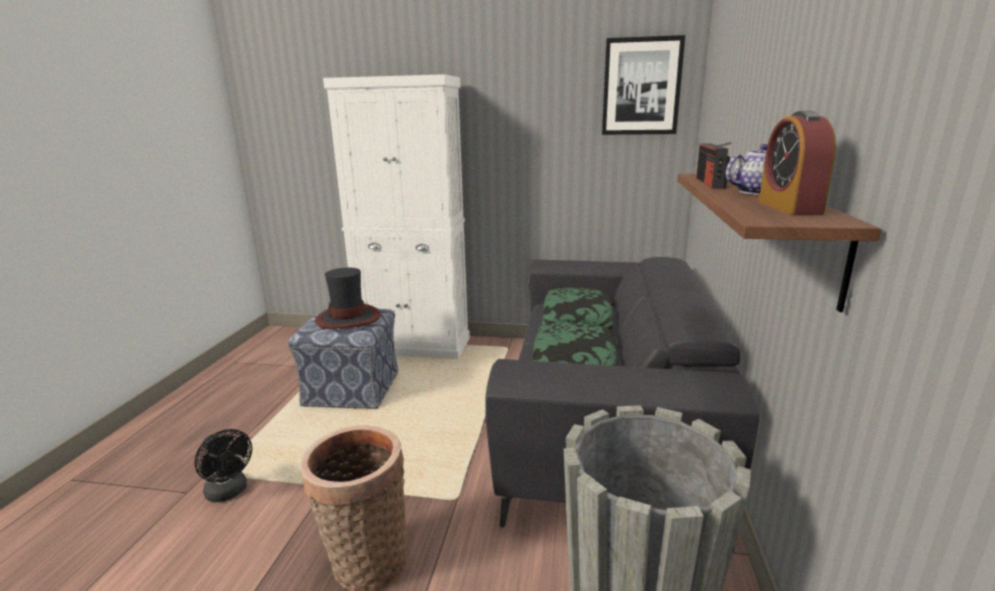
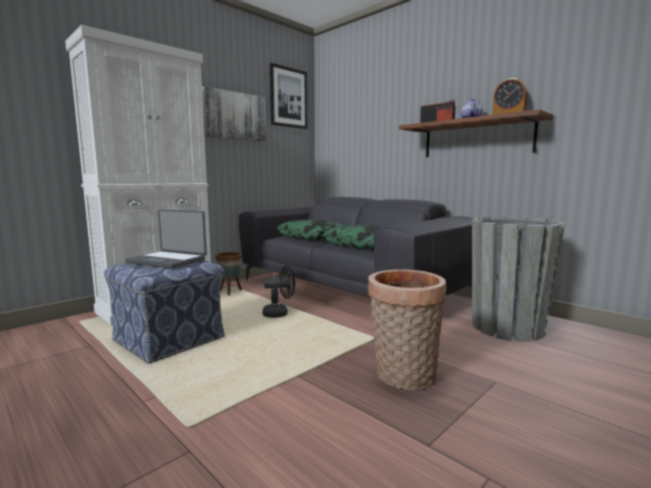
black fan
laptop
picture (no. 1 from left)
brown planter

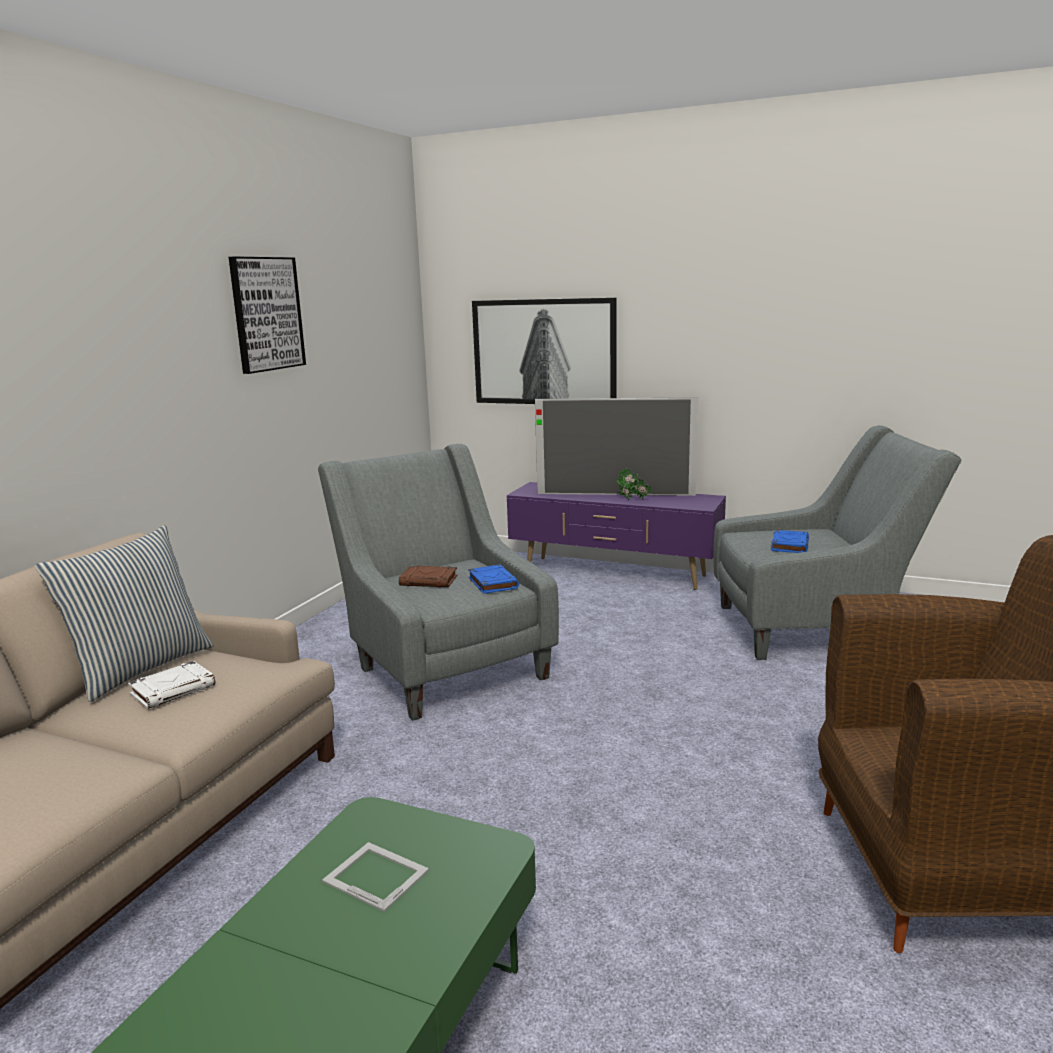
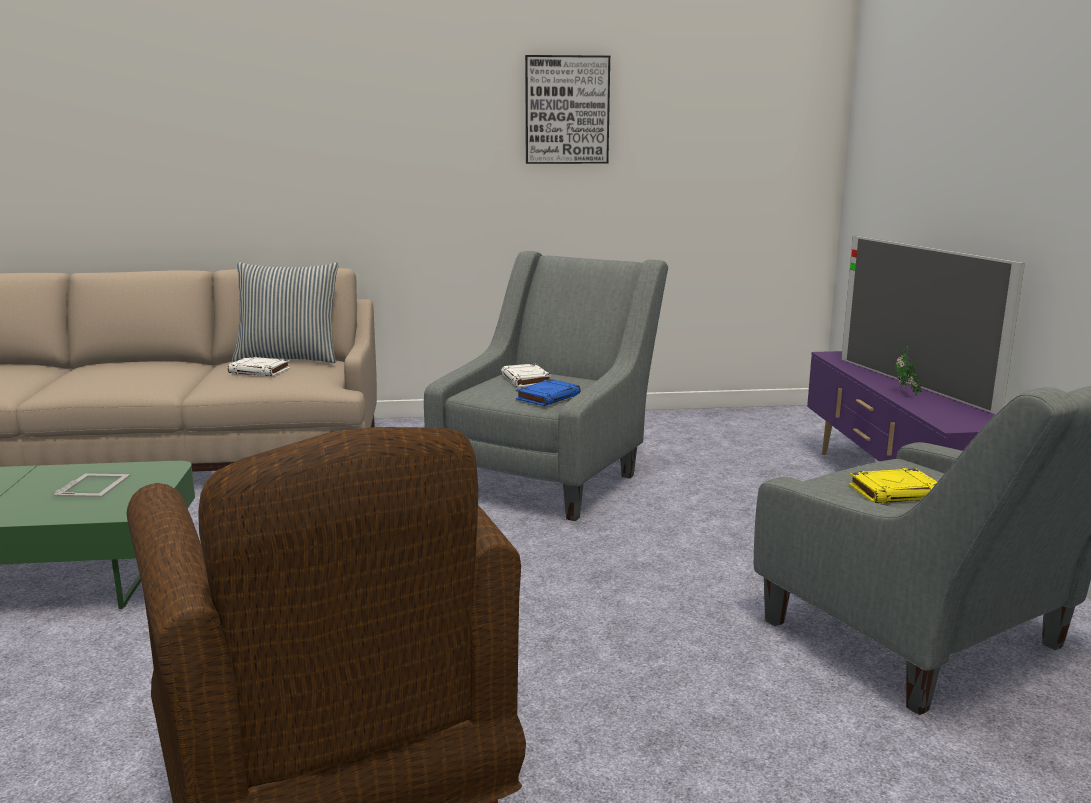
white book (no. 2 from left)
picture (no. 2 from left in the first image)
yellow book

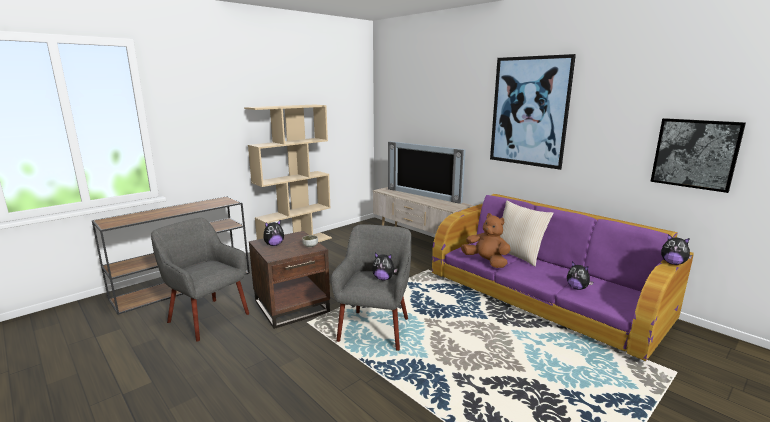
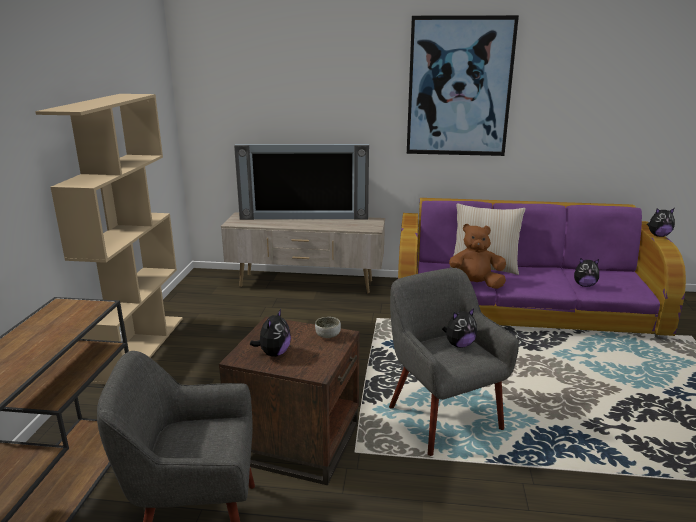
picture (no. 2 from left in the first image)

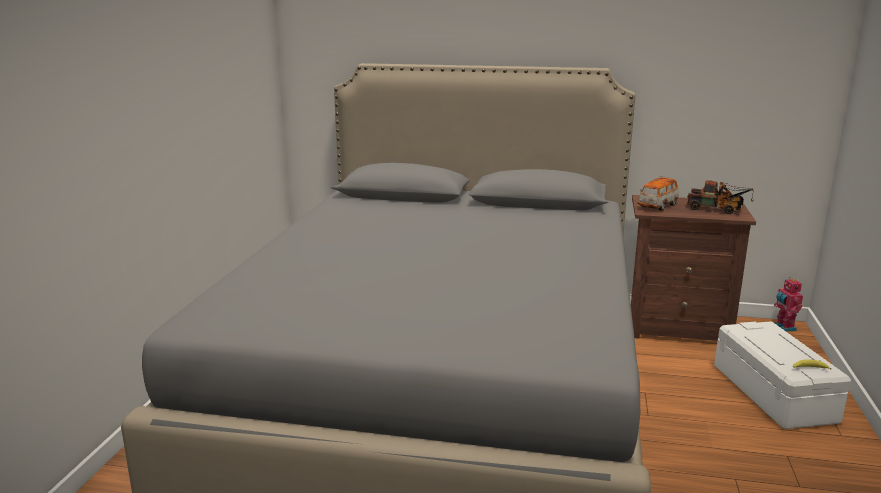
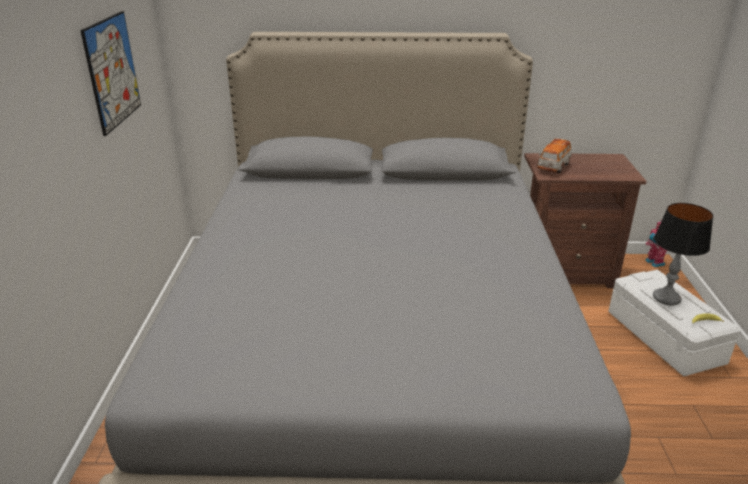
toy truck
picture
table lamp

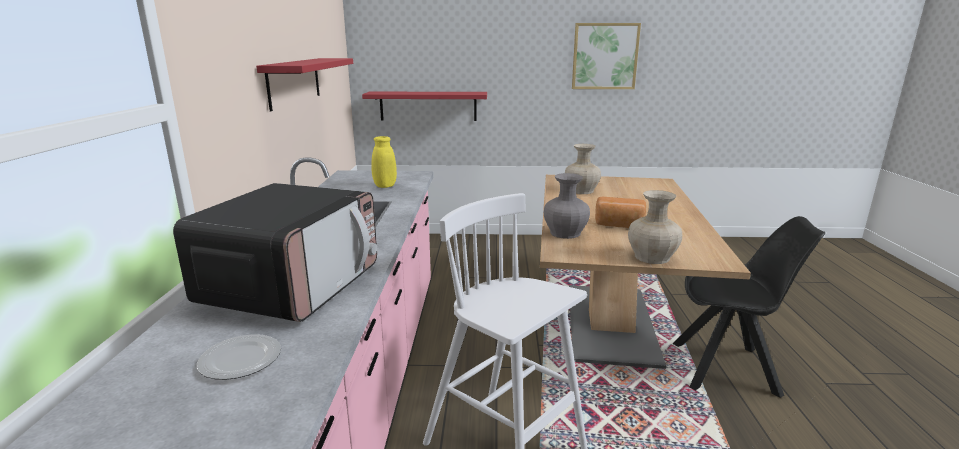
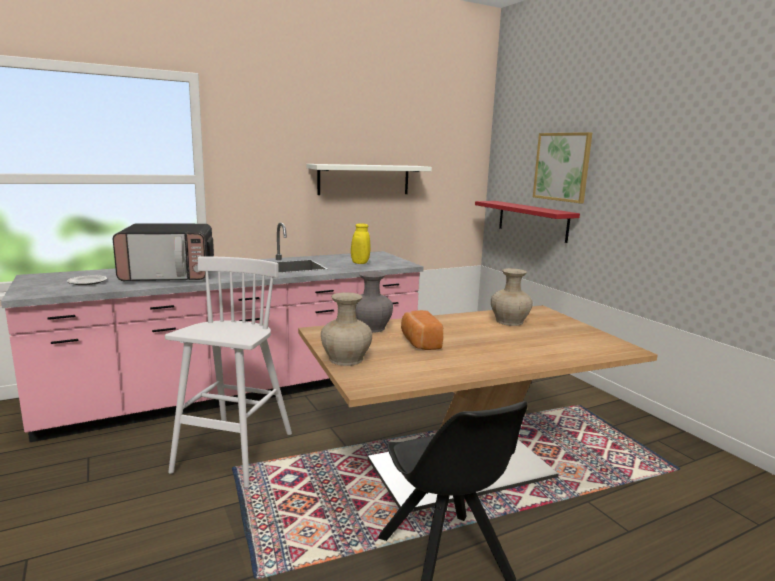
white shelf
picture

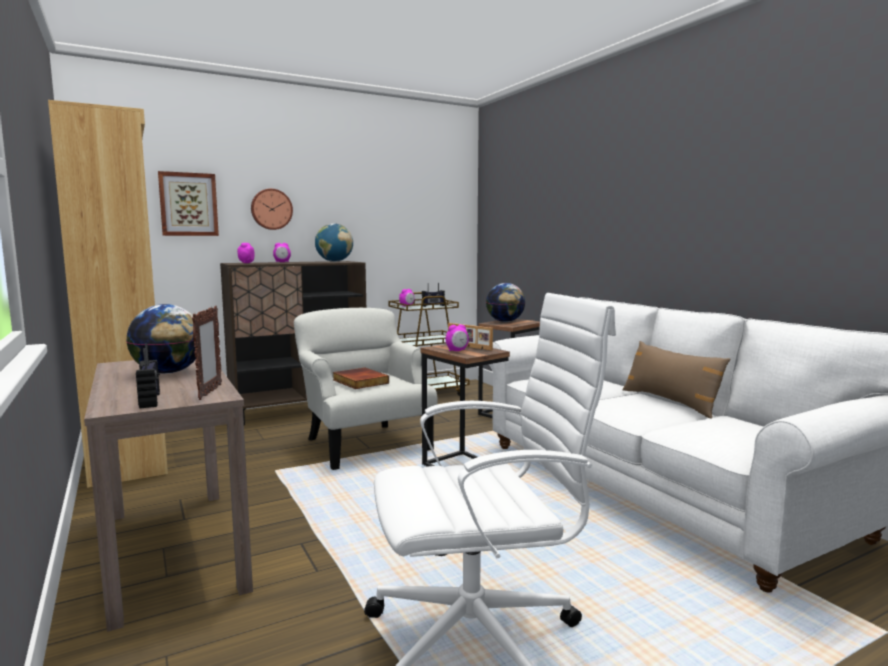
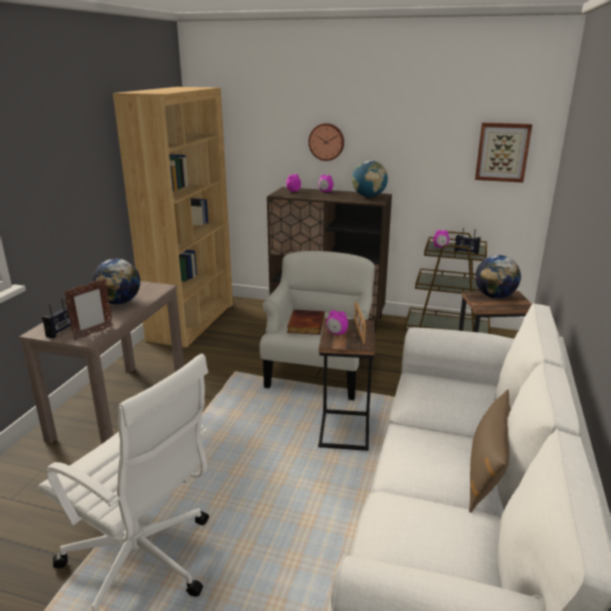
picture

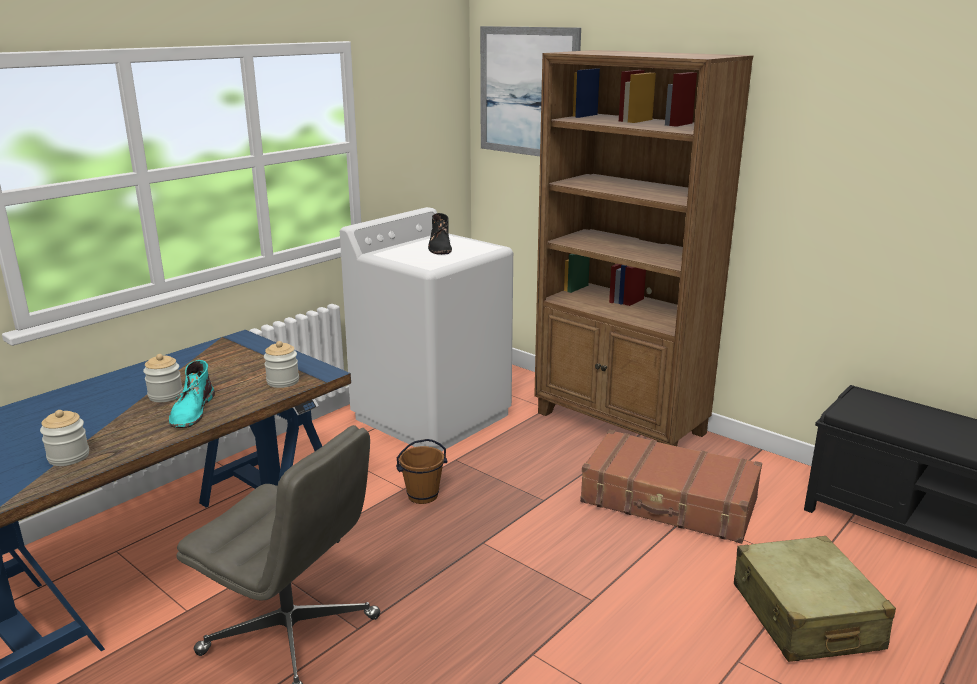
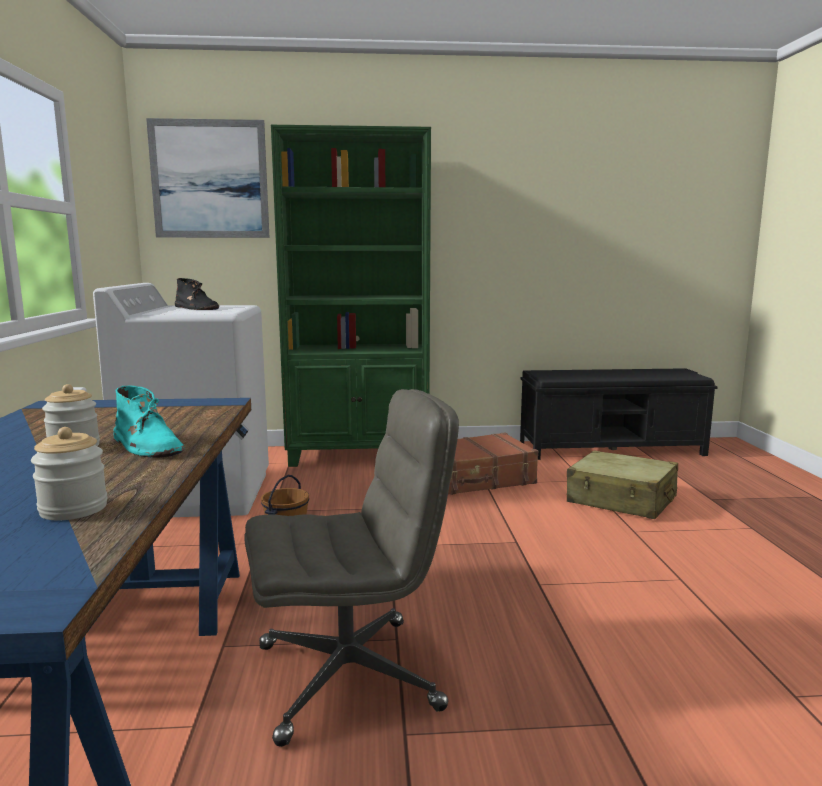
jar (no. 3 from left in the first image)
green bookcase

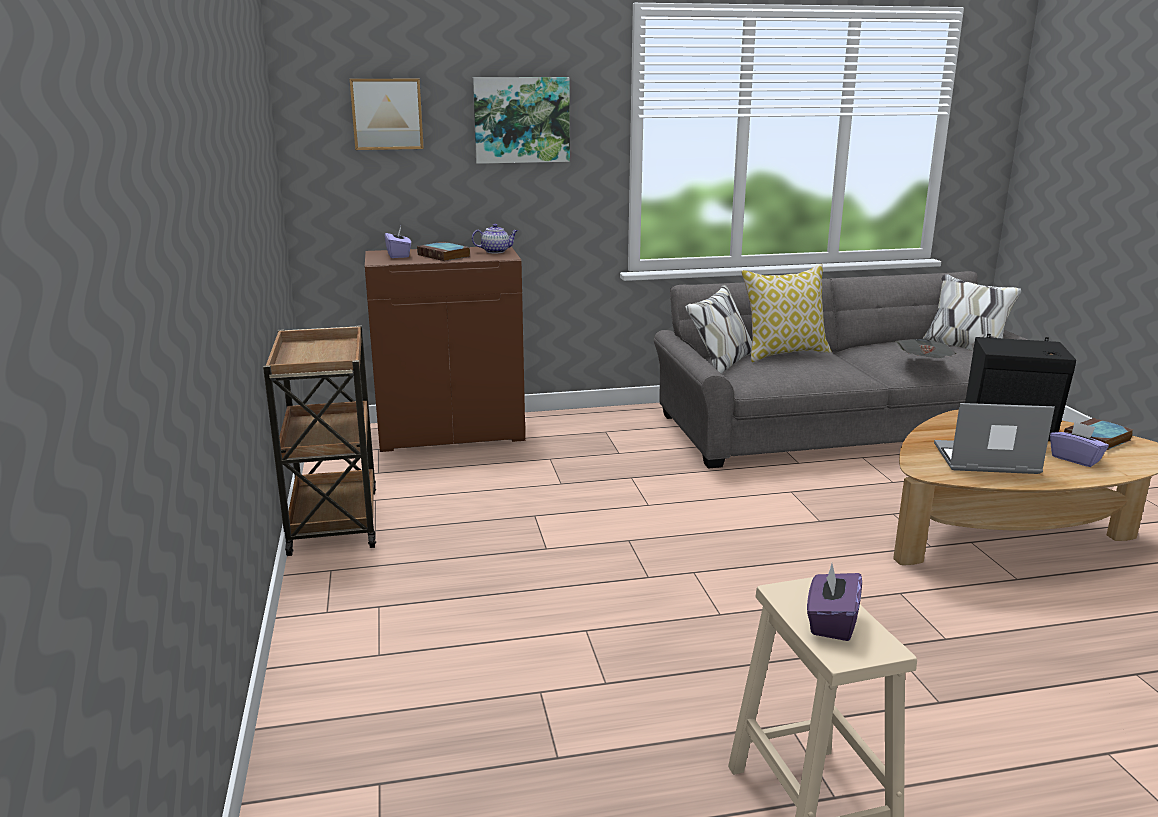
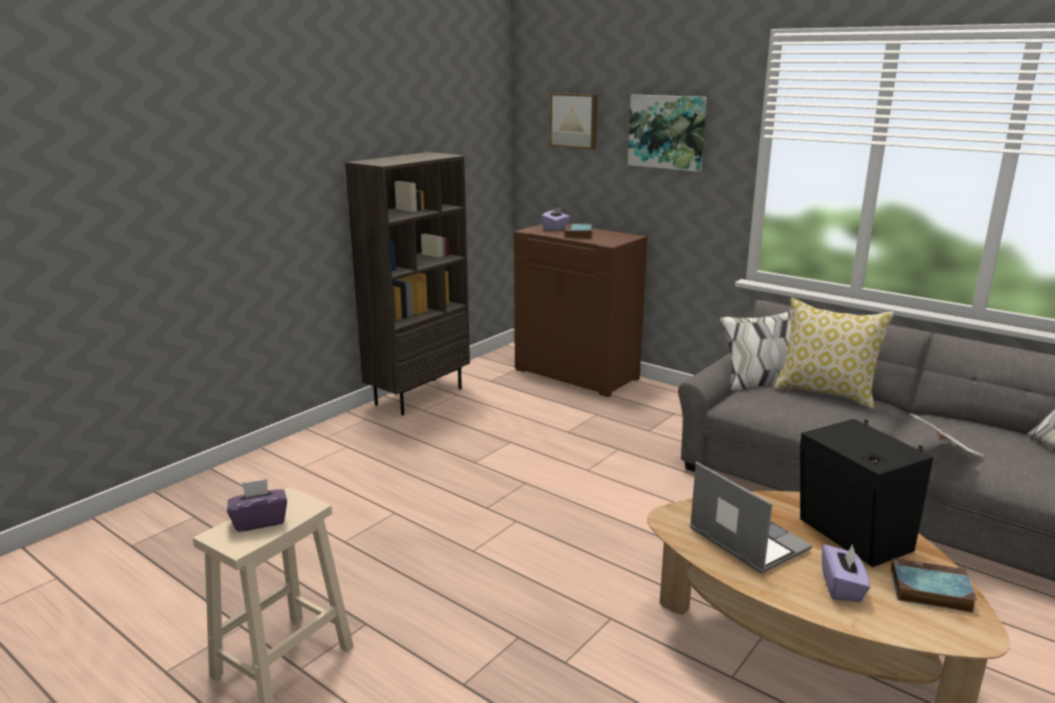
brown bookcase
teapot

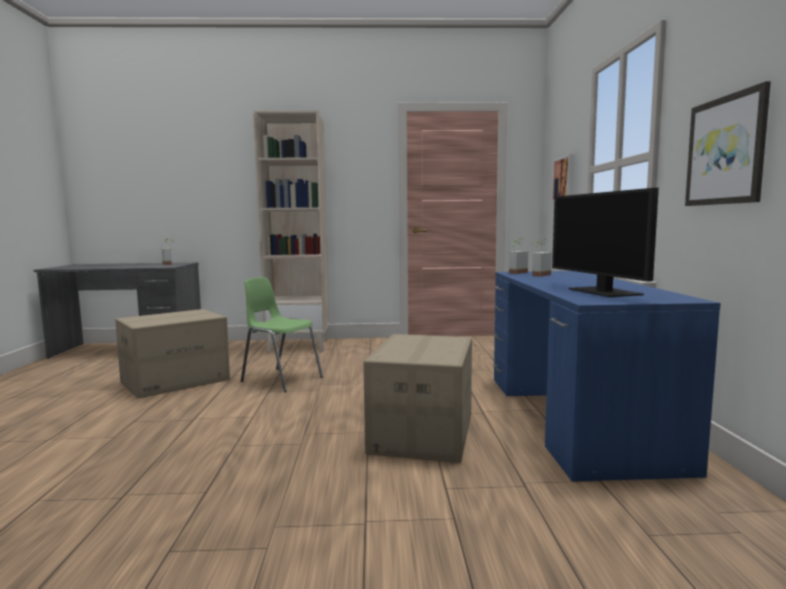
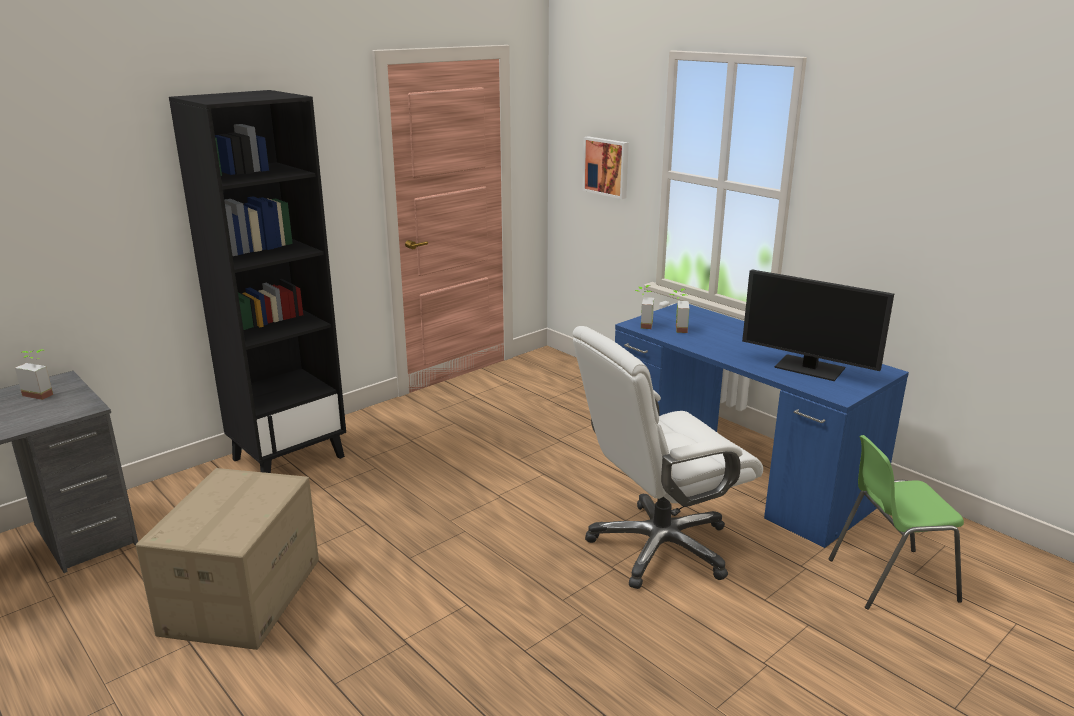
green chair
black bookcase
white office chair
picture (no. 2 from left in the first image)

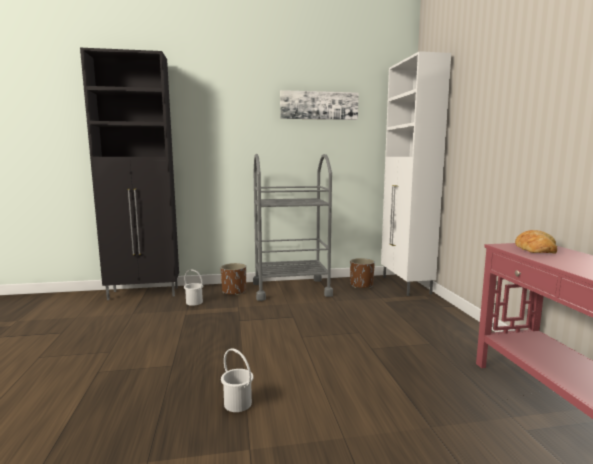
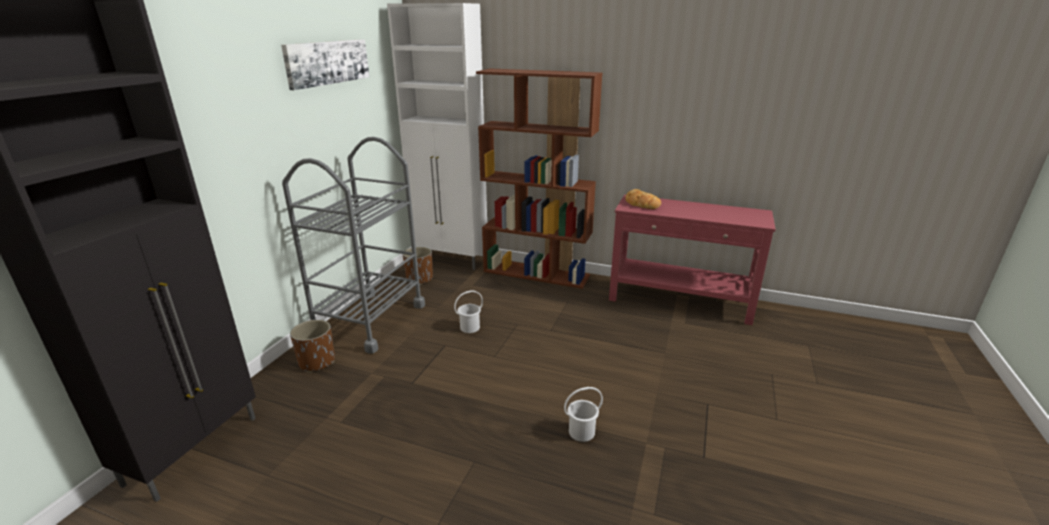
white bucket (no. 1 from left)
brown bookcase

